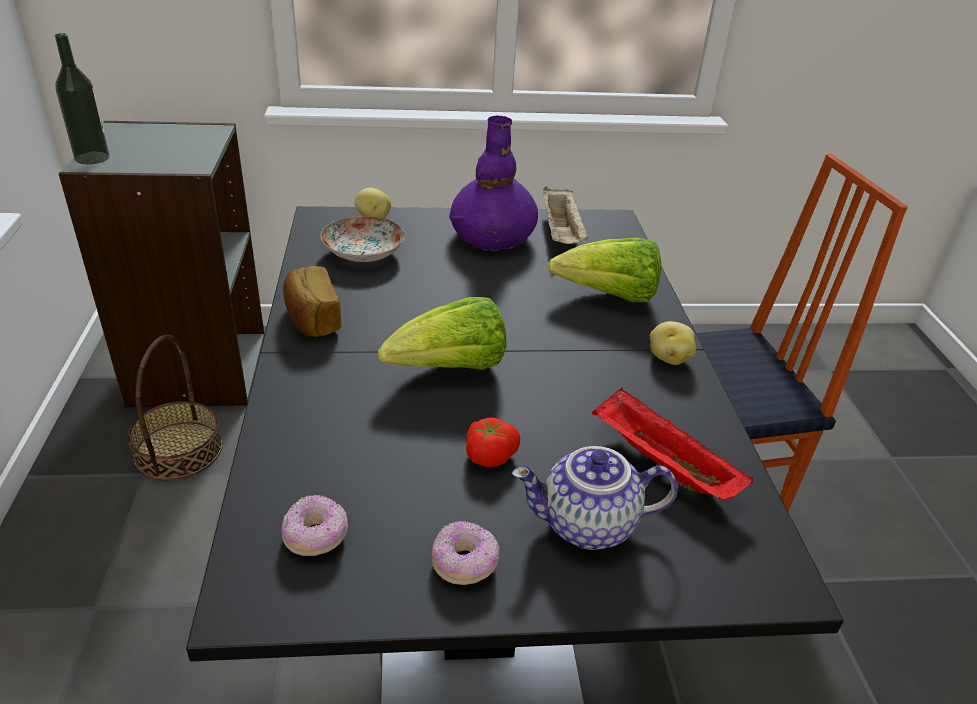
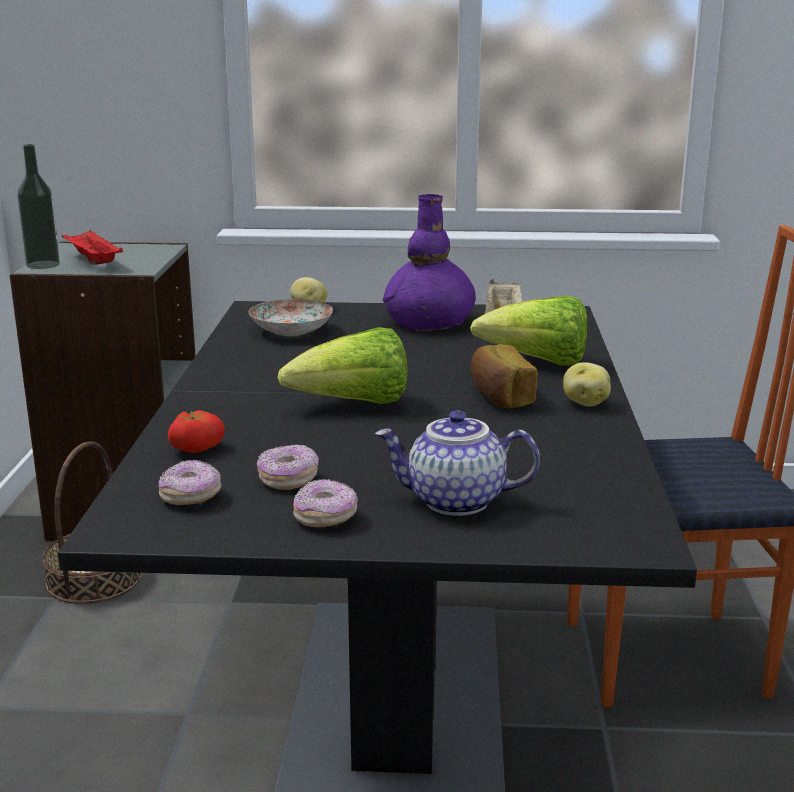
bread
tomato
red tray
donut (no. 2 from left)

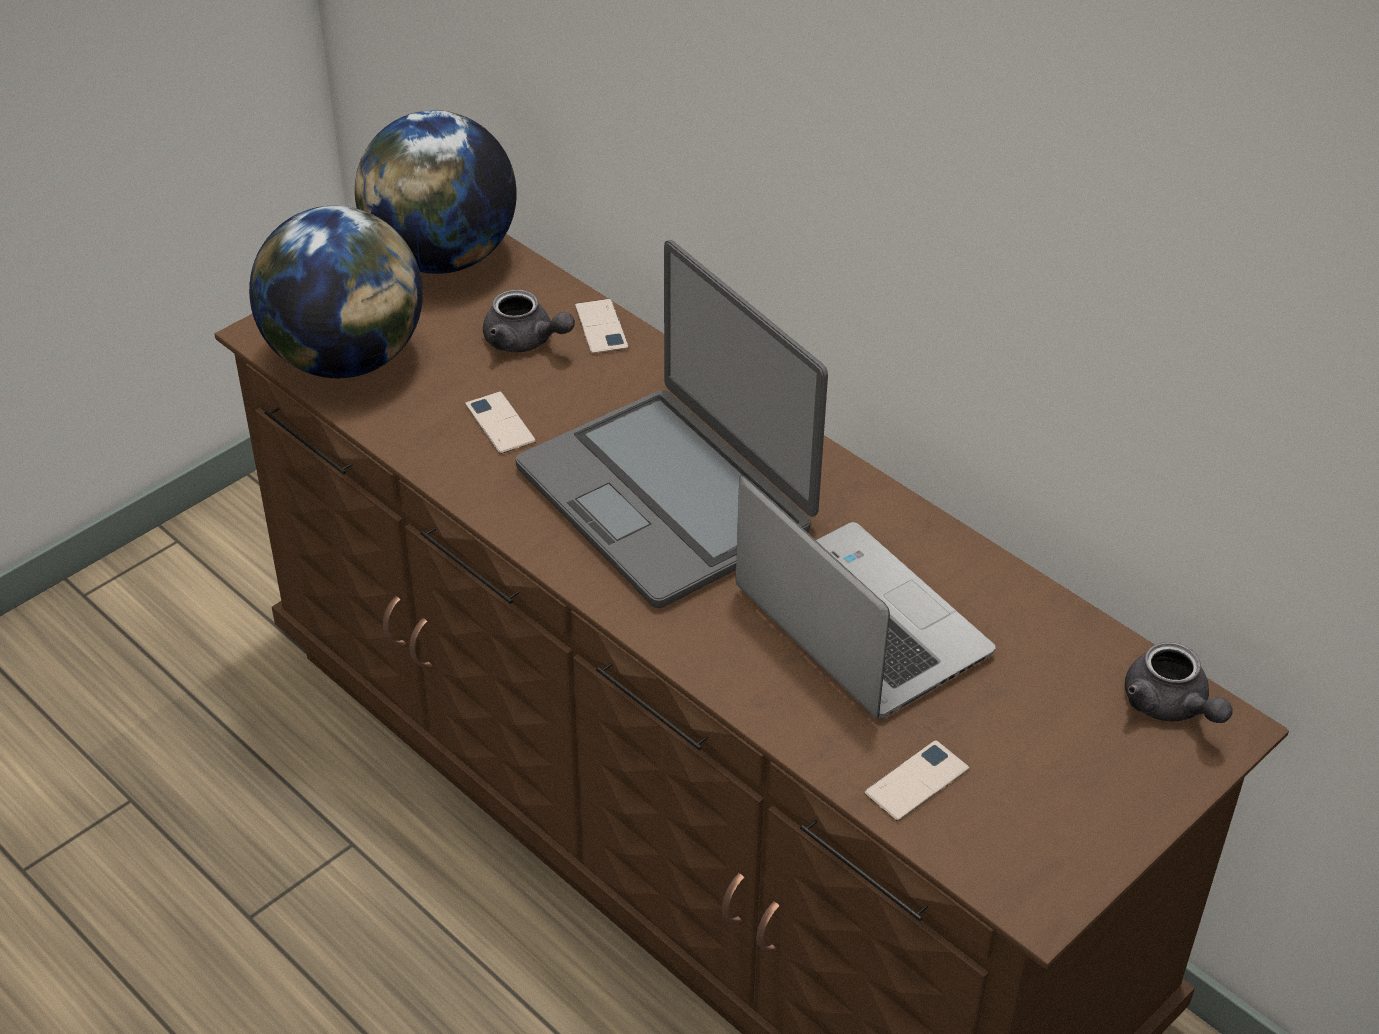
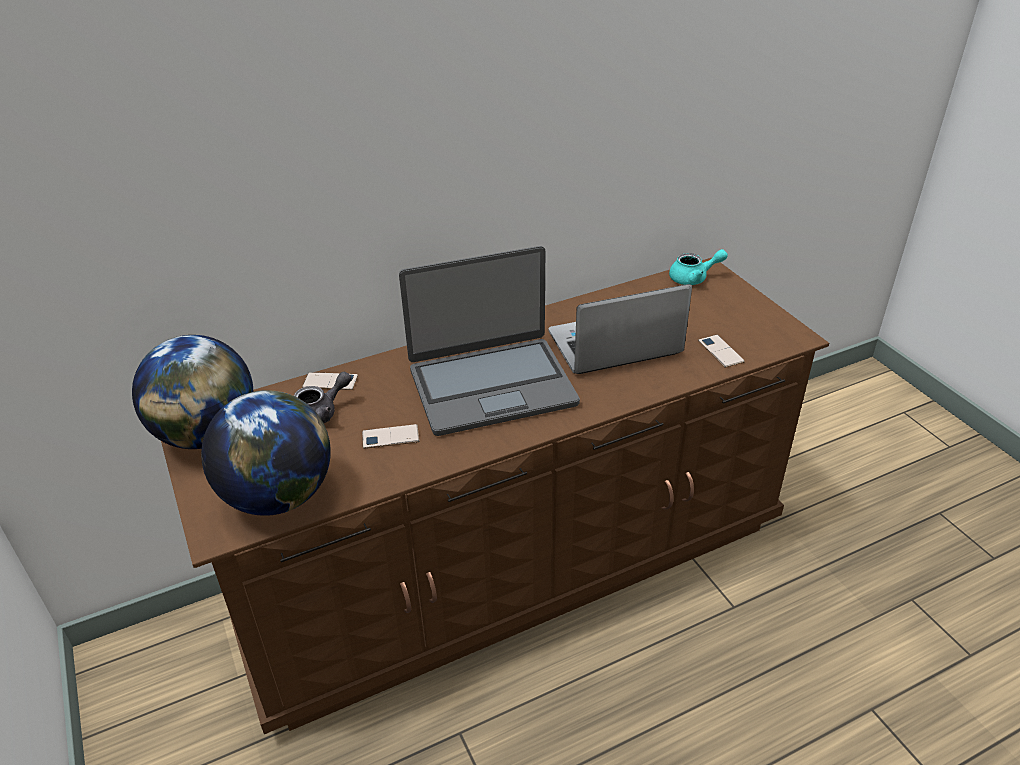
turquoise teapot

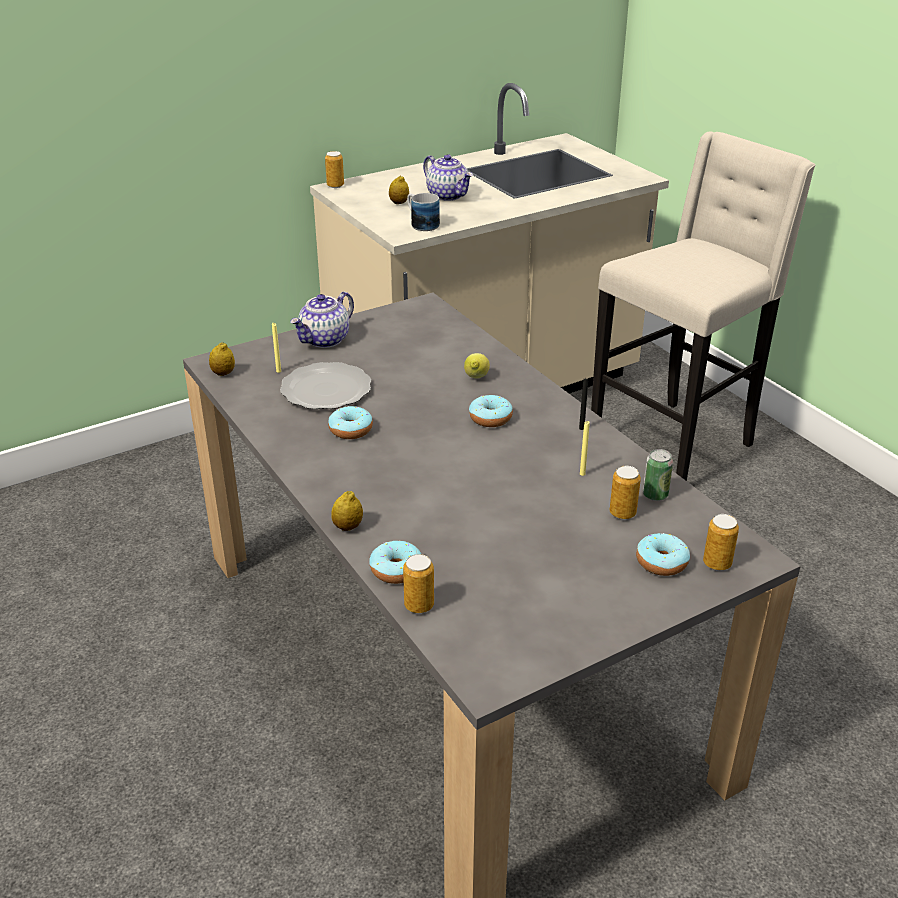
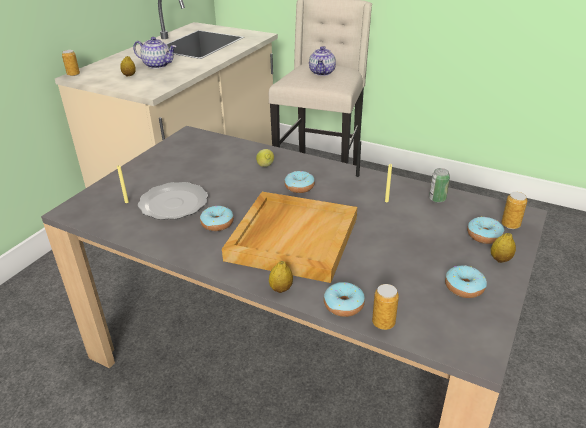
lemon (no. 4 from left)
teapot (no. 2 from left)
mug
can (no. 3 from left in the first image)
beige tray
donut (no. 4 from left)

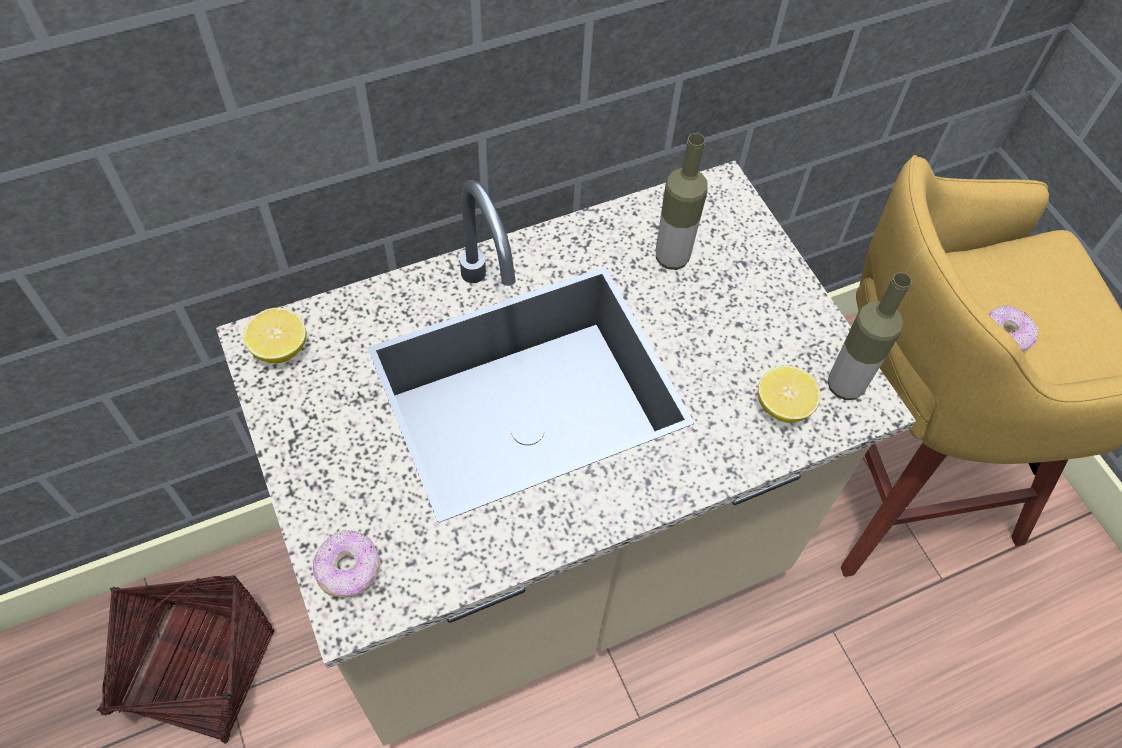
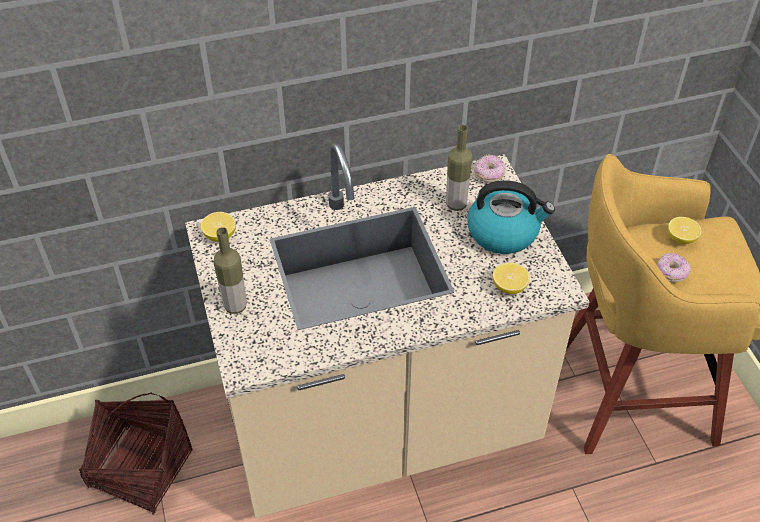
donut (no. 1 from left)
bottle (no. 1 from left)
kettle
lemon (no. 3 from left)

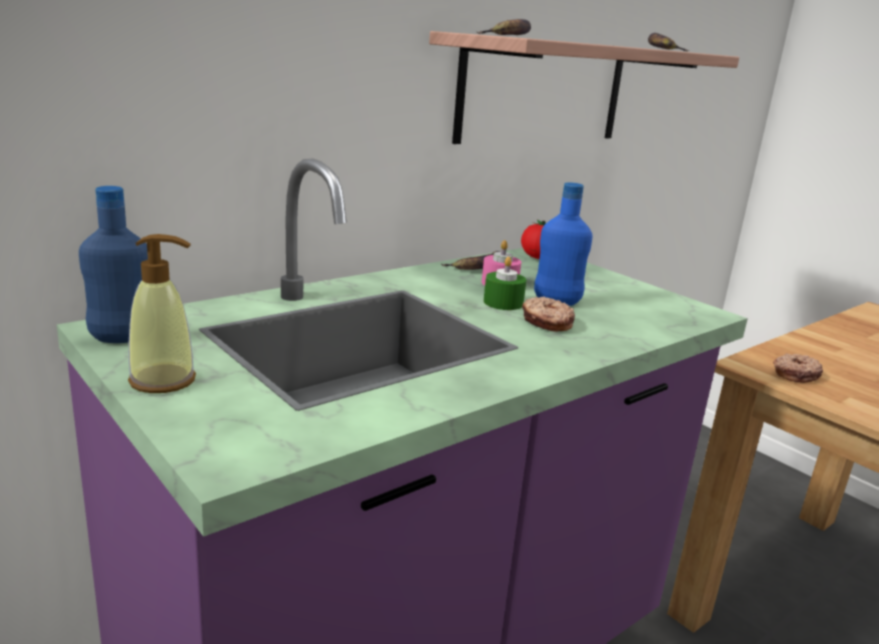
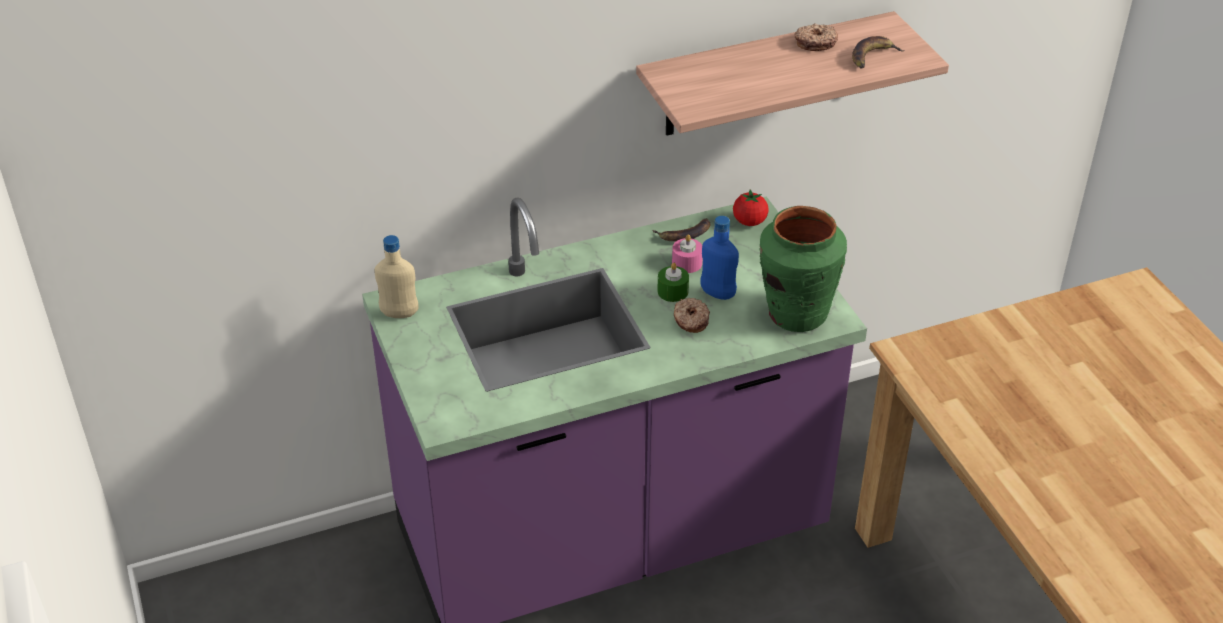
beige bottle
soap dispenser
banana (no. 2 from left in the first image)
donut (no. 2 from left)
green vase

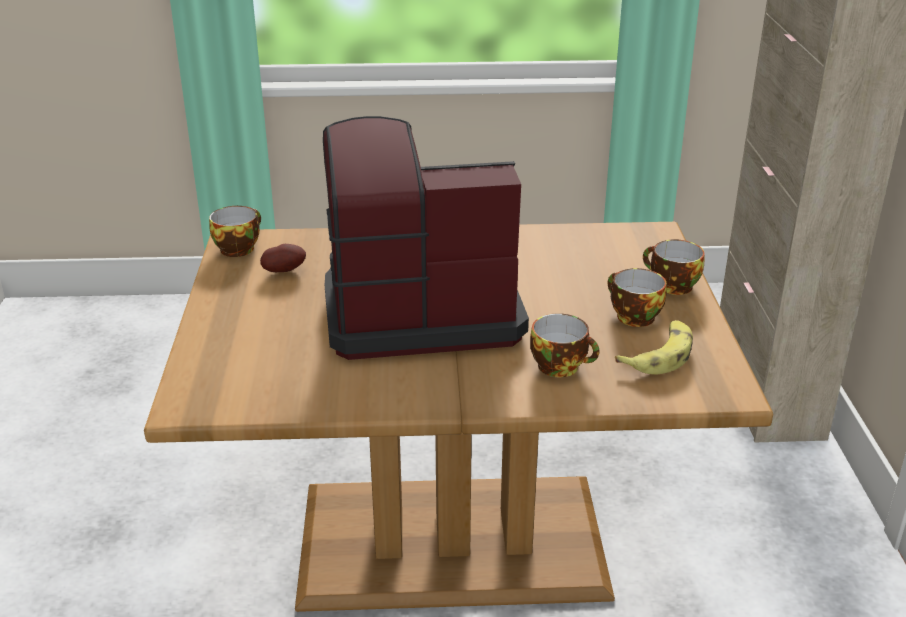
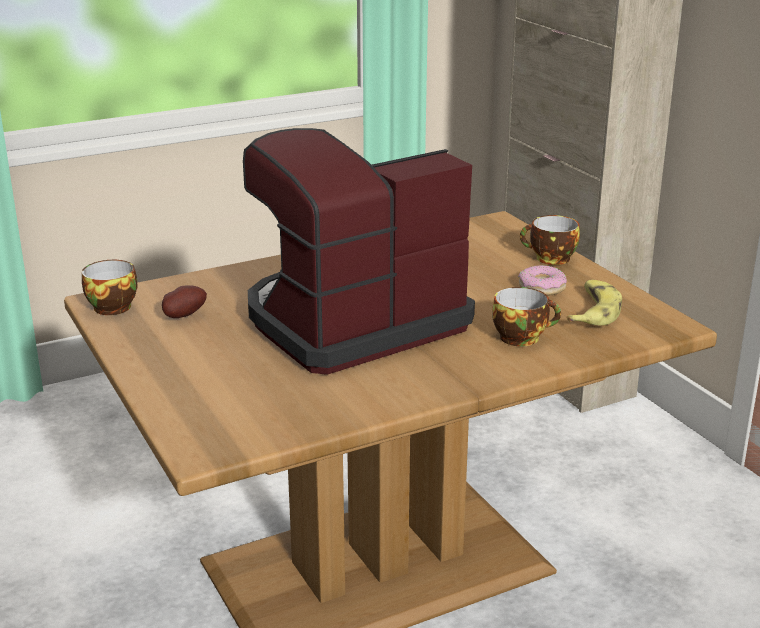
donut

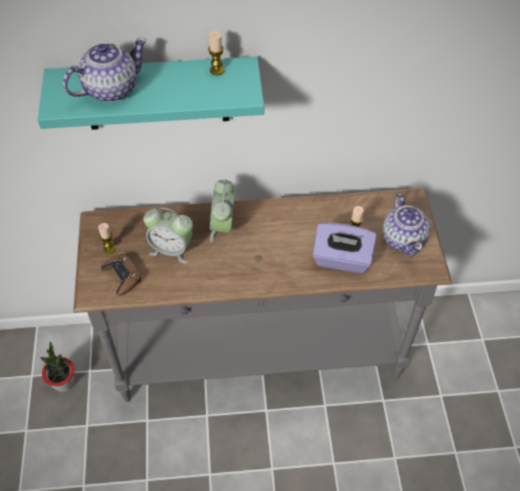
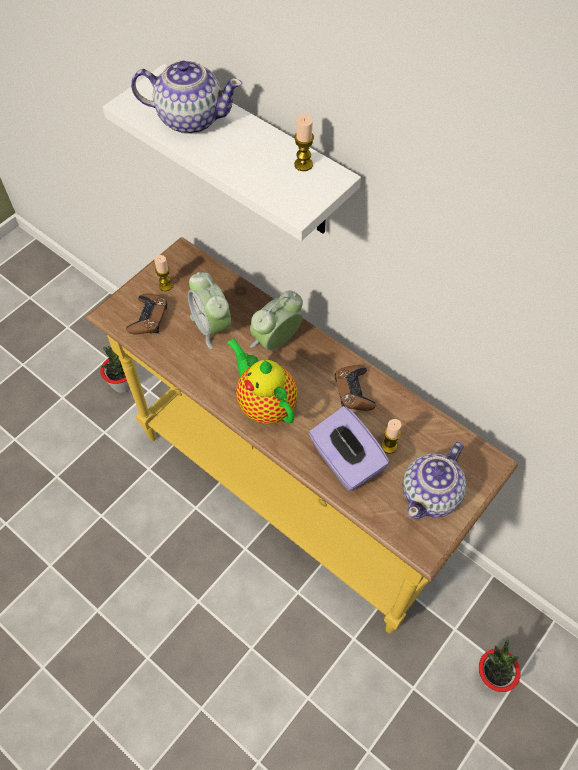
white shelf
yellow console table
teapot (no. 2 from left)
brown game controller (no. 2 from left)
potted plant (no. 2 from left)

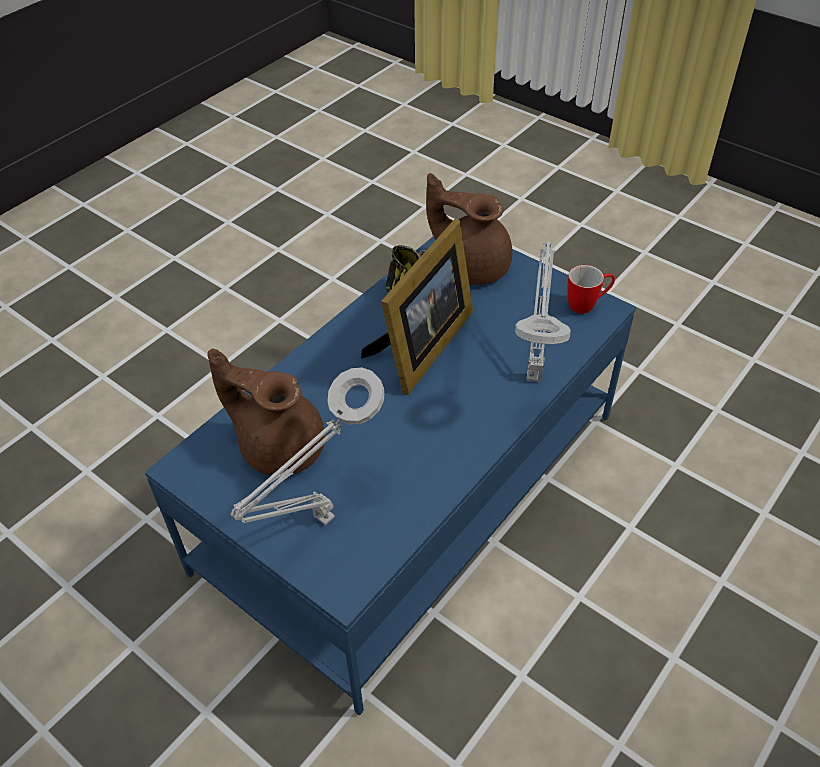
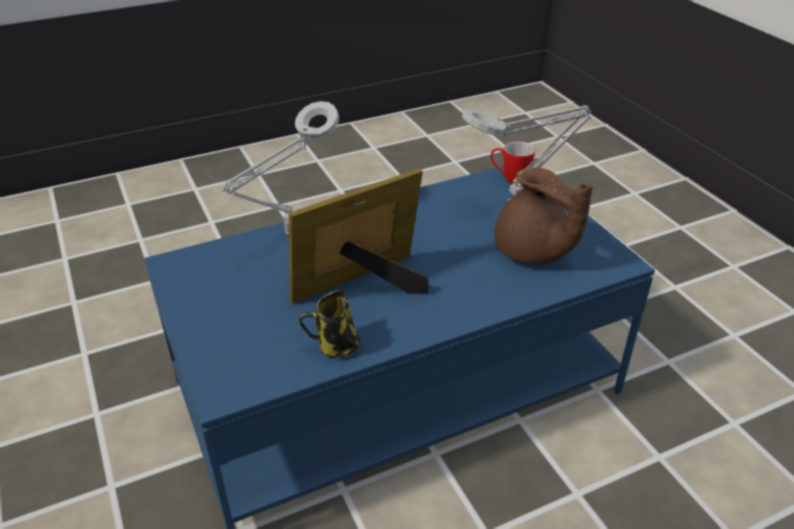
brown teapot (no. 2 from left in the first image)
mug (no. 2 from left)

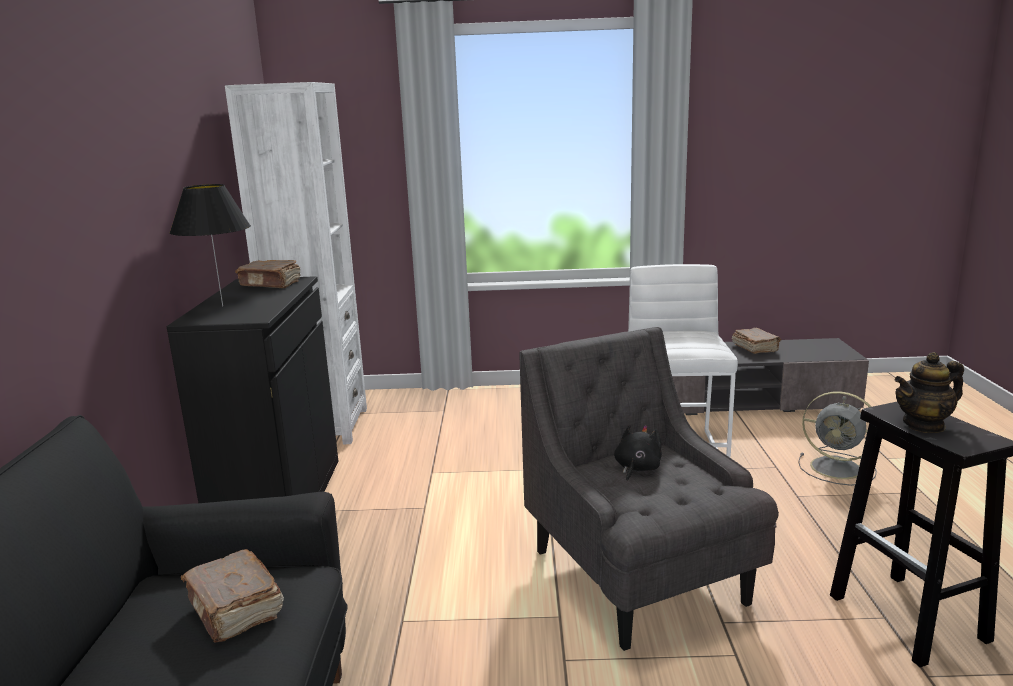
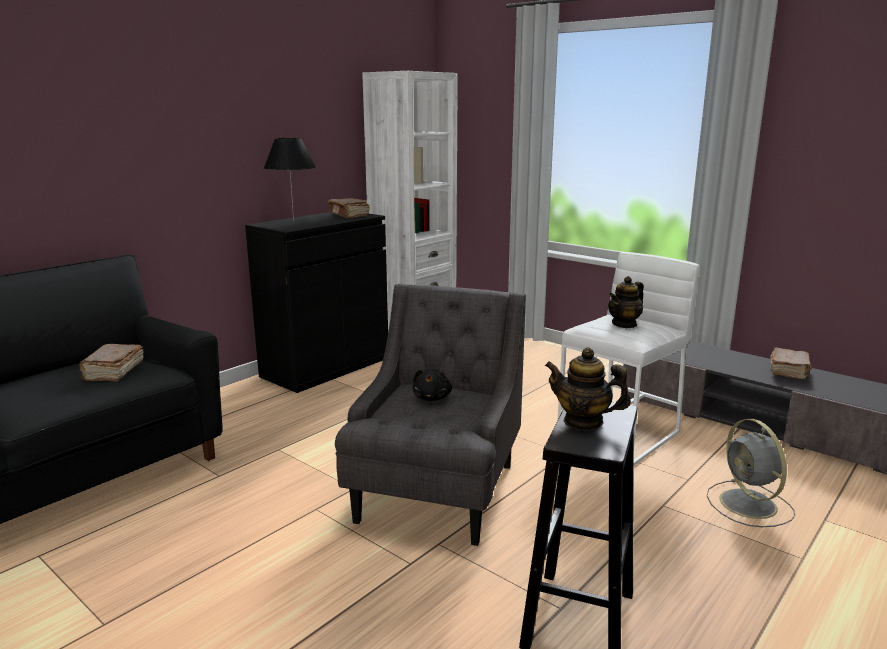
black plush toy
teapot (no. 2 from left)

